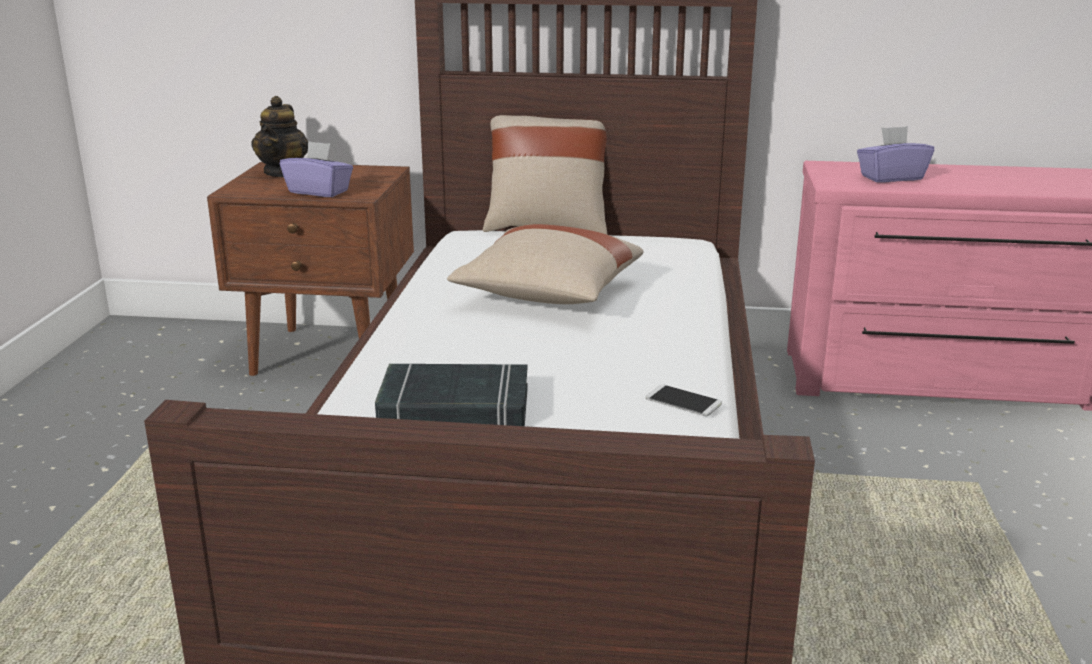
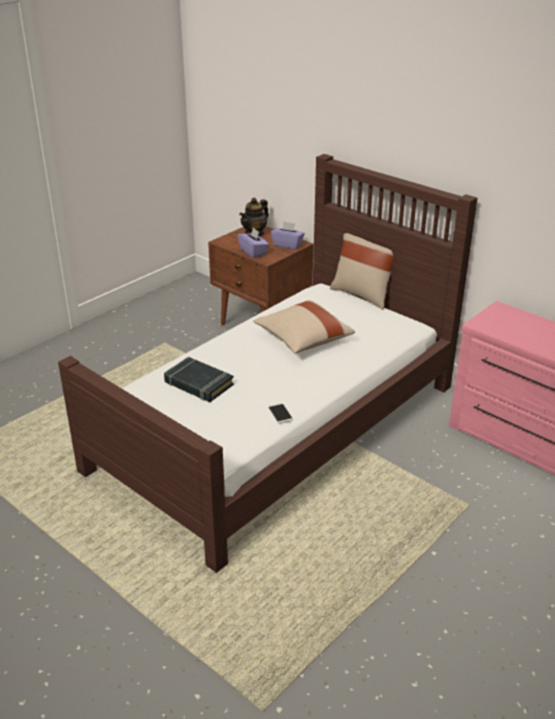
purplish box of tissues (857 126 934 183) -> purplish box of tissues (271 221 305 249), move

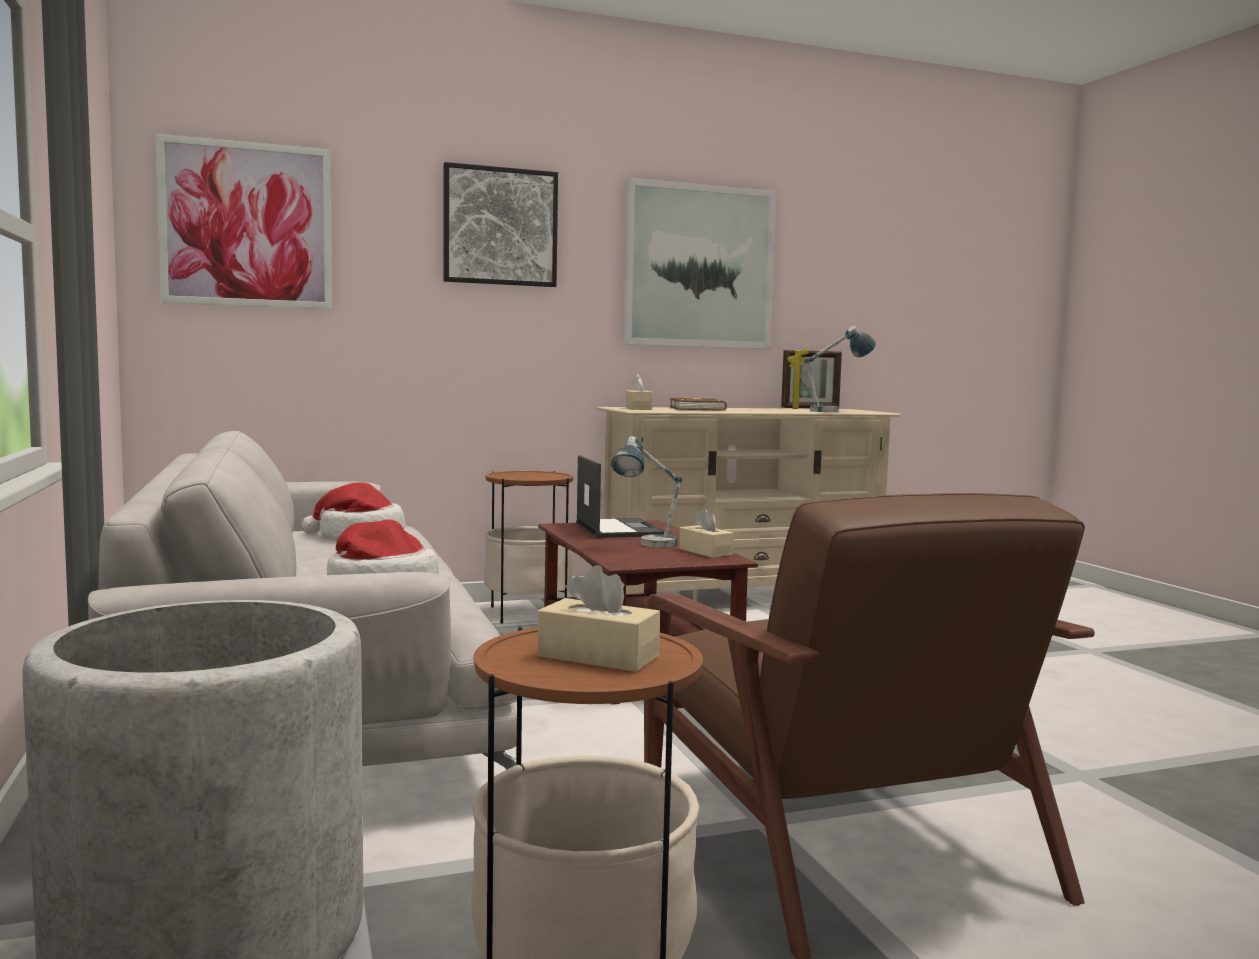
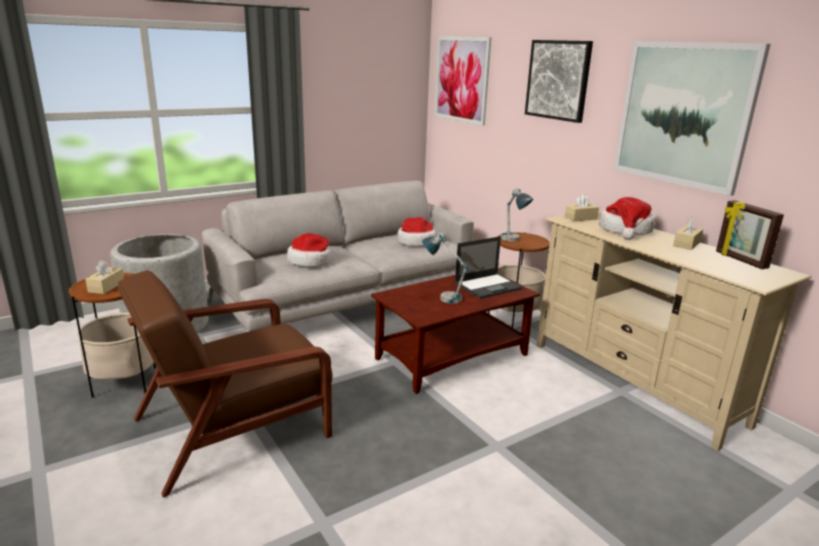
brownish bound book (670 397 727 411) -> wearable hat (599 197 655 240)
beige-coloured box of tissues (679 508 734 558) -> beige-coloured box of tissues (673 217 703 250), move
lamp for a table (804 326 876 412) -> lamp for a table (501 188 533 241), move

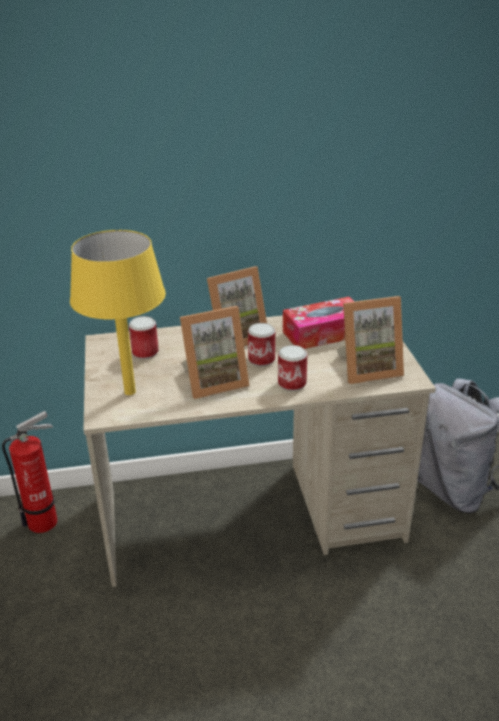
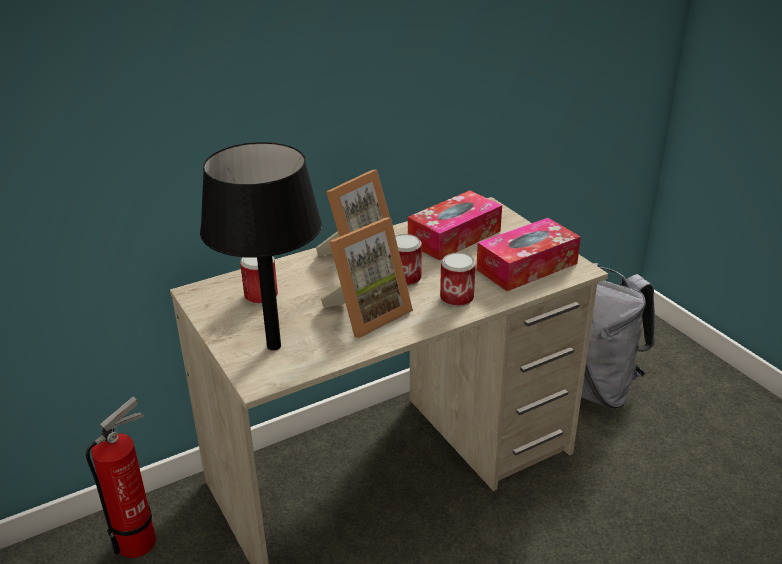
yellow-coloured lamp for a table (70 230 166 395) -> black-coloured lamp for a table (200 142 322 350)
picture frame (336 296 404 384) -> box of tissues (476 218 581 291)

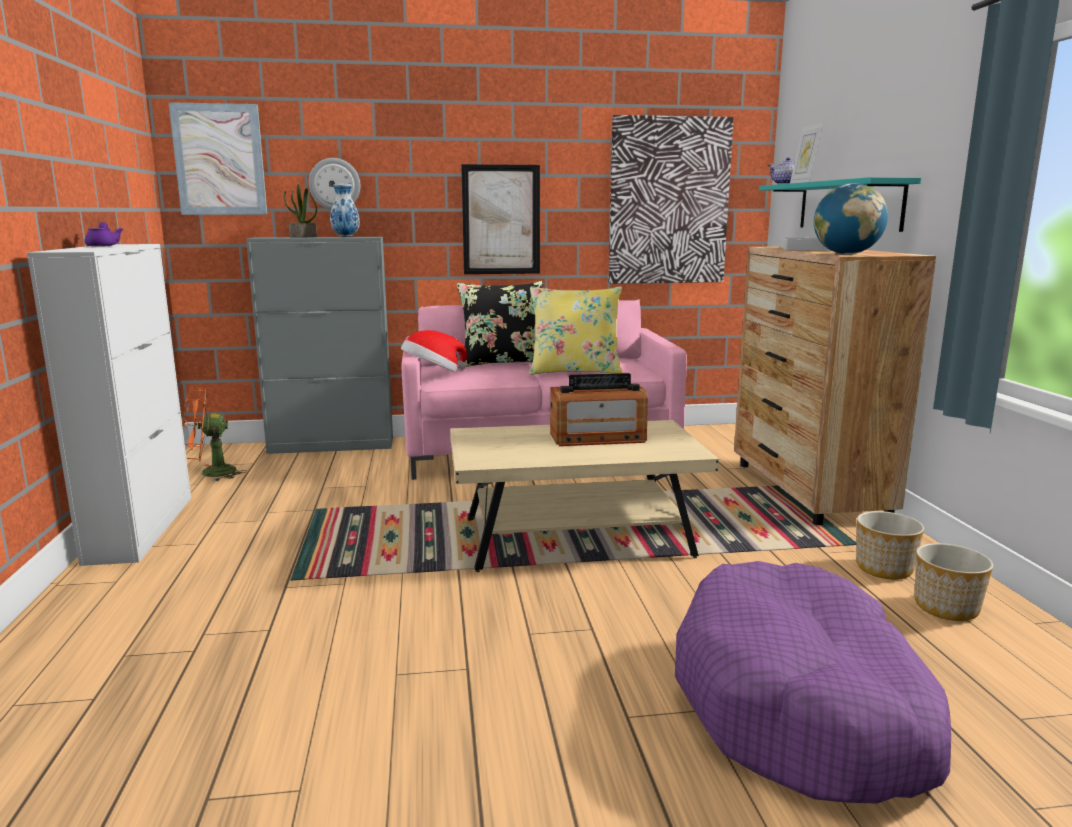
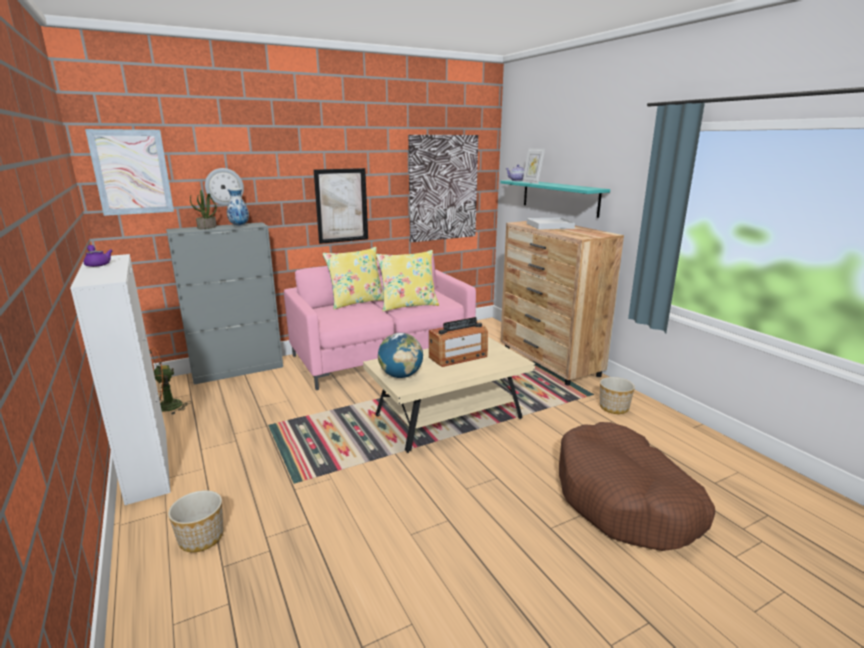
wearable hat (401 330 467 372) -> none
black-coloured pillow (457 281 543 367) -> yellow-coloured pillow (323 247 384 310)
purplish pet bed (675 561 951 804) -> brownish pet bed (559 422 715 551)
world globe (814 183 888 254) -> world globe (378 333 423 378), move
planter (915 543 993 621) -> planter (168 490 223 552), move

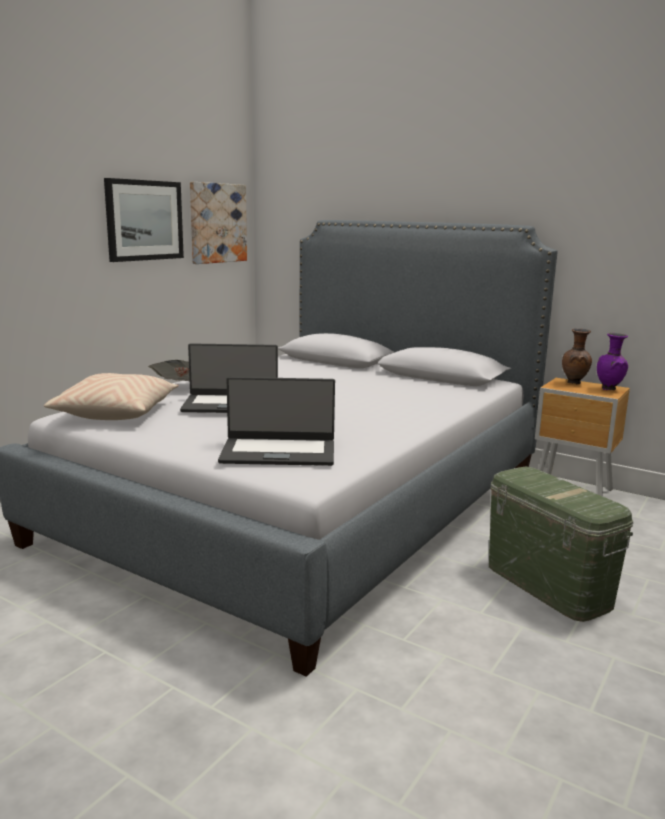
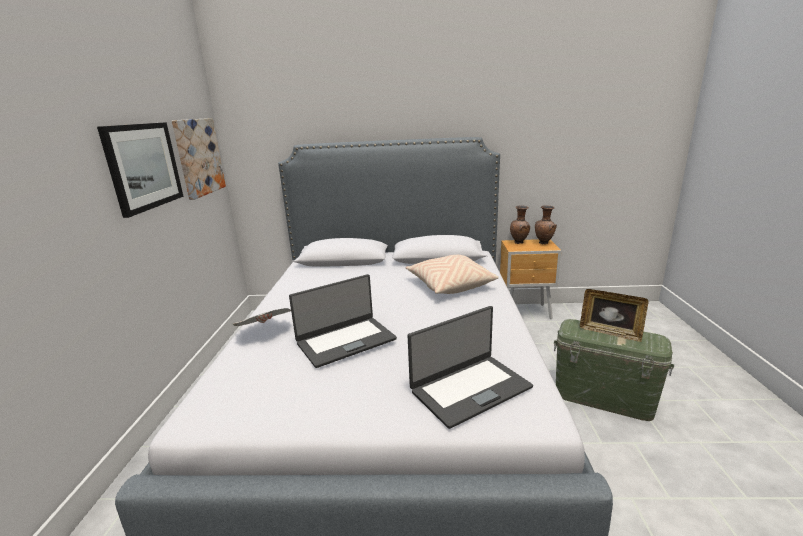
beige-coloured pillow (44 373 179 420) -> beige-coloured pillow (406 255 499 294), move
purplish vase (597 333 628 390) -> brownish vase (535 205 557 244)
none -> picture frame (580 289 649 342)

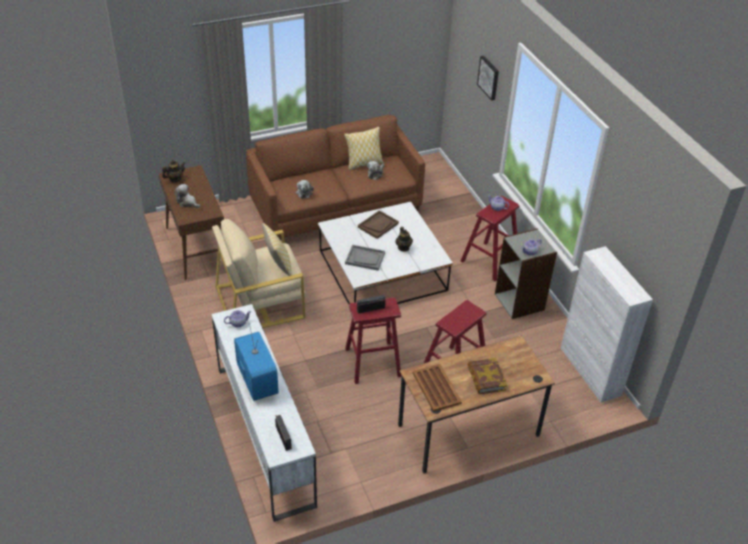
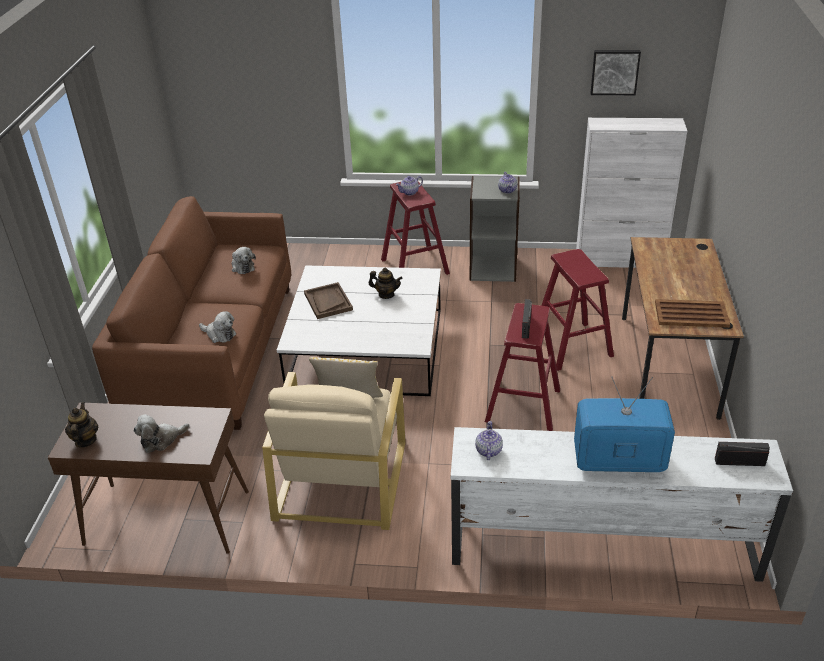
pillow (344 127 383 170) -> none
grey carrying tray (345 245 385 271) -> none
bound book (467 358 507 394) -> none
wall art (477 56 499 101) -> wall art (591 50 641 95), move

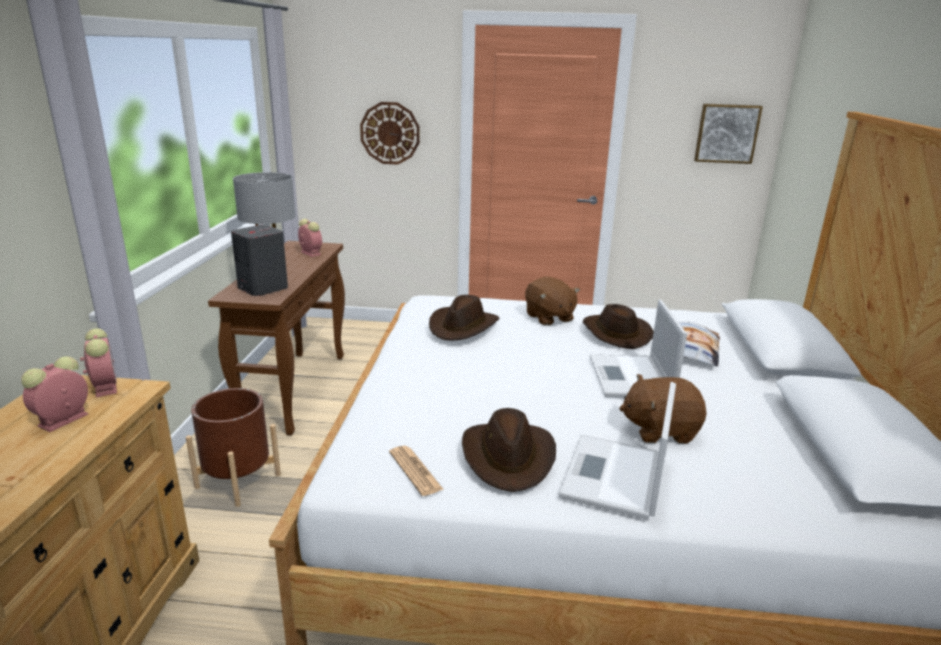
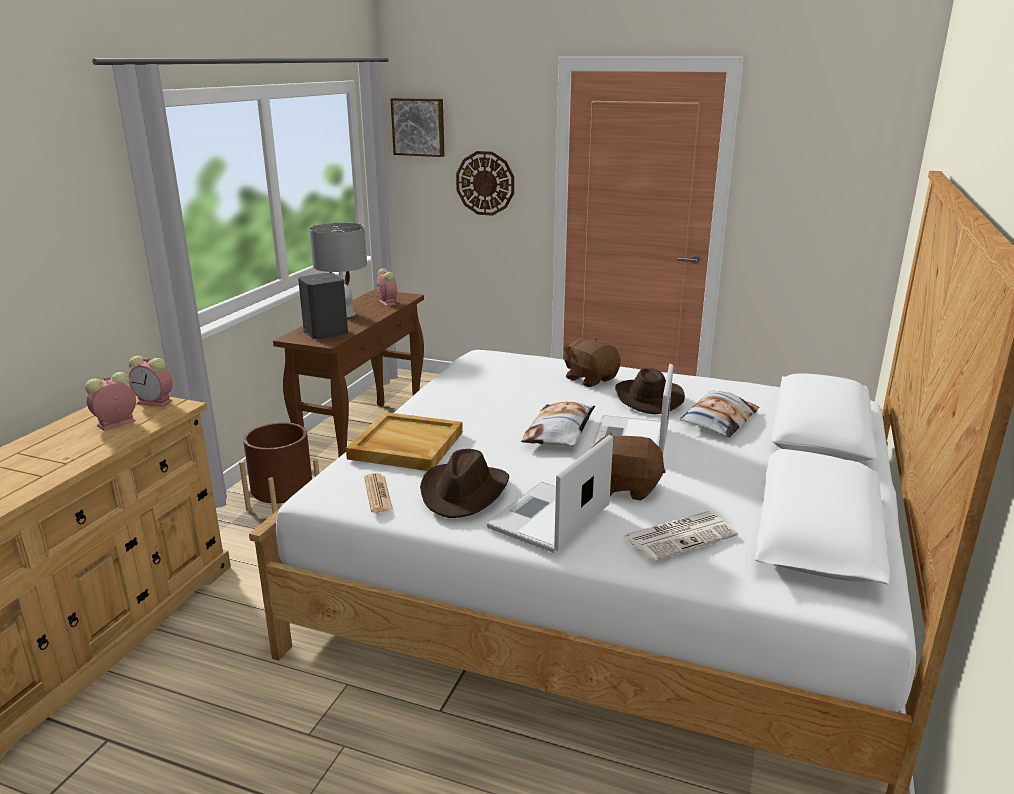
alarm clock (80 329 117 397) -> alarm clock (129 356 173 407), 120 degrees clockwise
brownish wearable hat (429 295 499 341) -> none
brownish plush toy (525 277 580 326) -> brownish plush toy (564 338 621 387), 150 degrees clockwise
wall art (694 104 763 164) -> wall art (390 98 444 157), move
none -> beige-coloured carrying tray (346 412 463 471)
none -> pillow (521 402 595 446)
none -> printed paper (623 511 738 561)

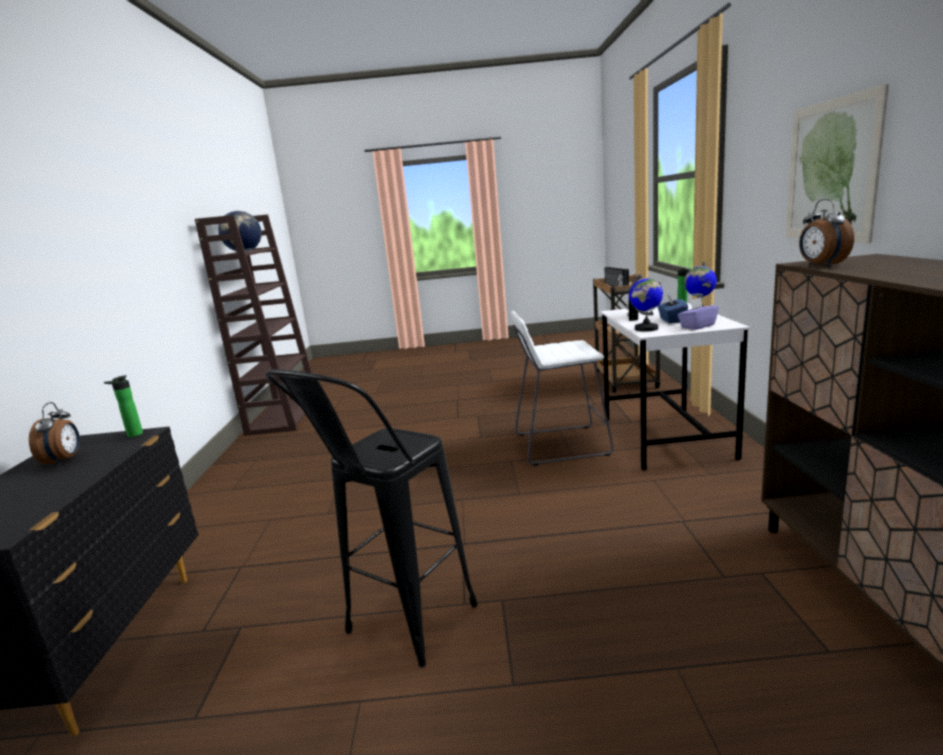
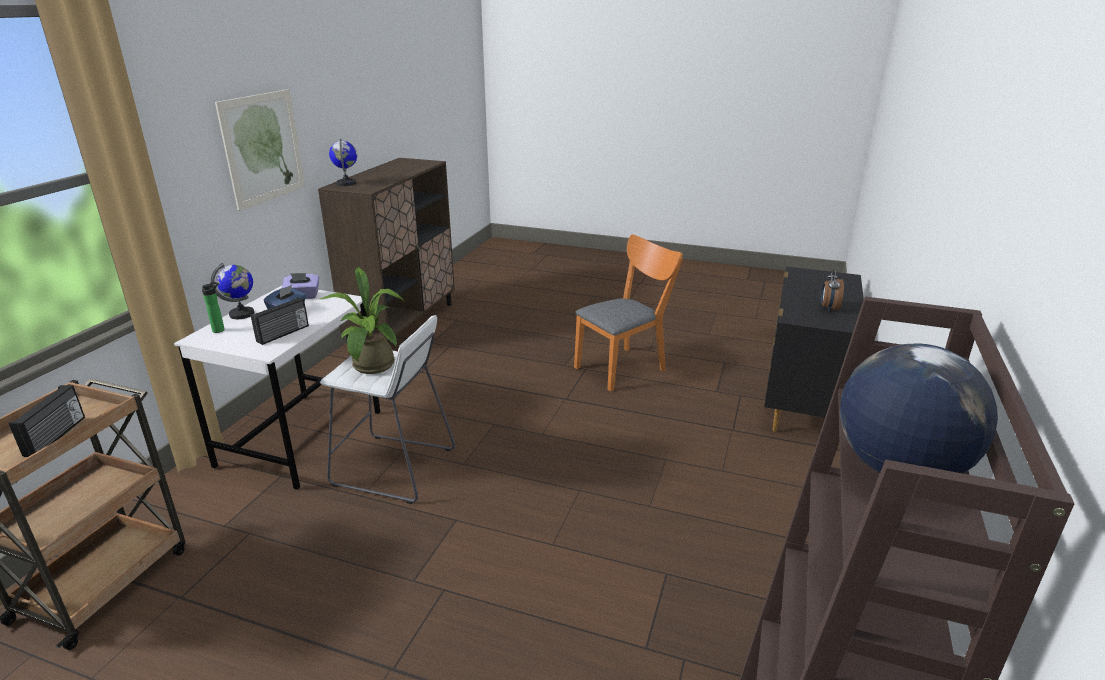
beverage bottle (104 375 143 437) -> none
black-coloured stool seat (266 369 478 668) -> orange-coloured plain chair (574 234 683 391)
world globe (629 274 663 332) -> world globe (329 139 357 186), move
alarm clock (799 199 854 267) -> none
none -> houseplant (320 267 405 374)

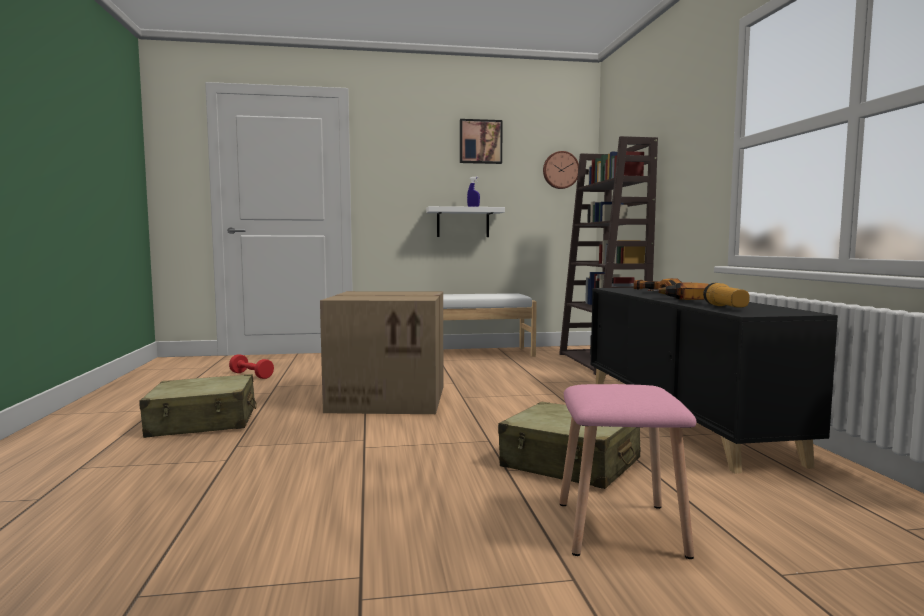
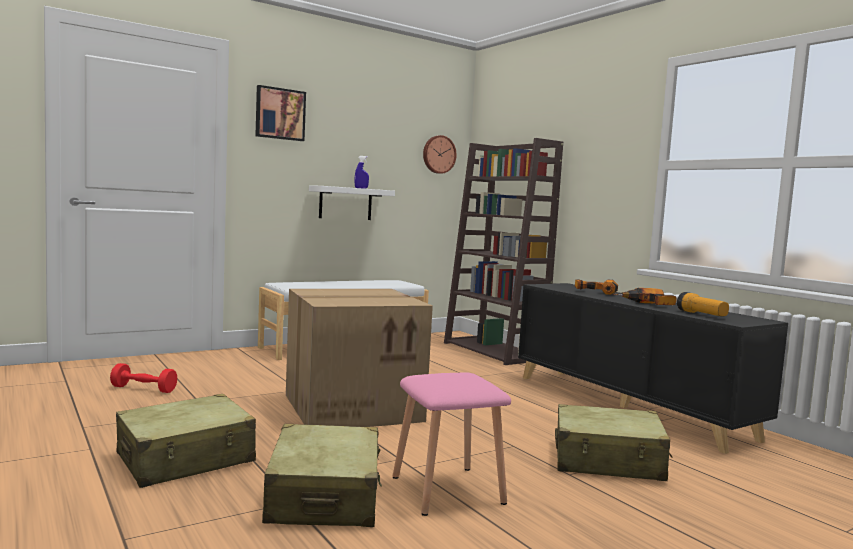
wall art (460 119 503 164) -> wall art (256 85 306 141), move
pinkish stool seat (559 384 697 559) -> pinkish stool seat (393 373 511 516), move
none -> beige-coloured suitcase (262 424 382 527)

